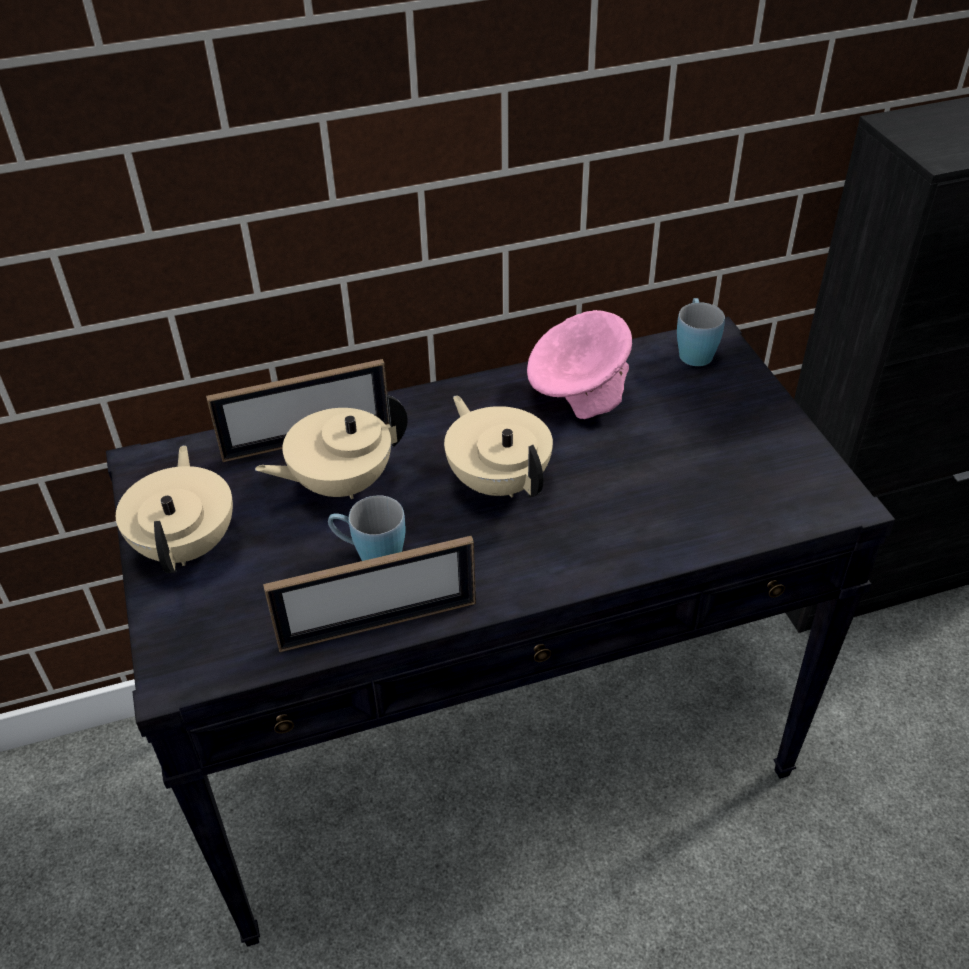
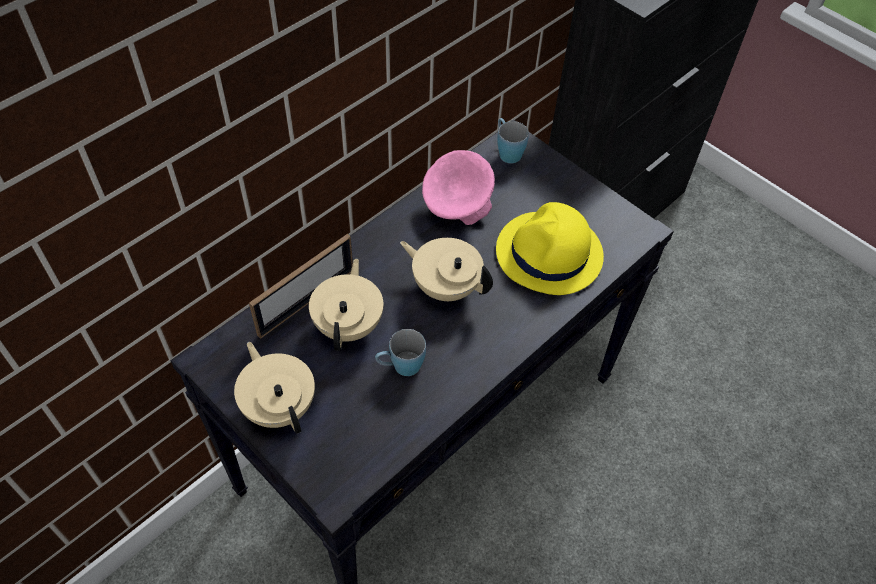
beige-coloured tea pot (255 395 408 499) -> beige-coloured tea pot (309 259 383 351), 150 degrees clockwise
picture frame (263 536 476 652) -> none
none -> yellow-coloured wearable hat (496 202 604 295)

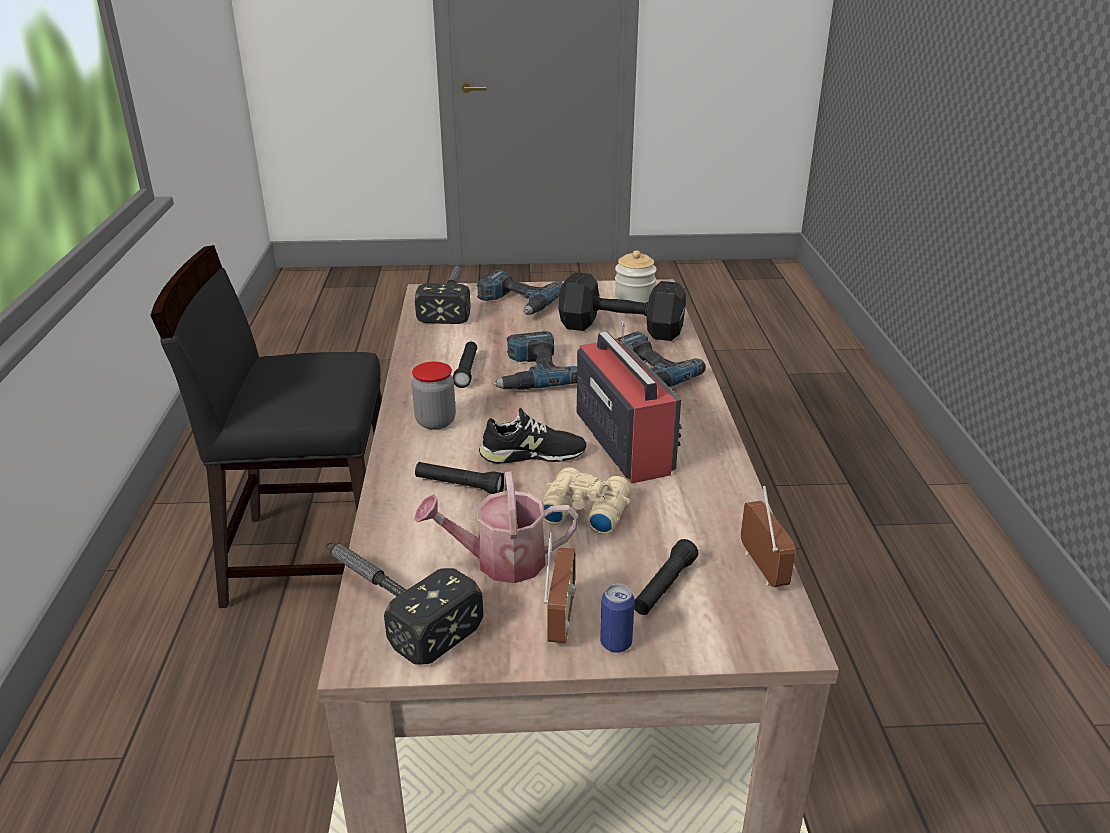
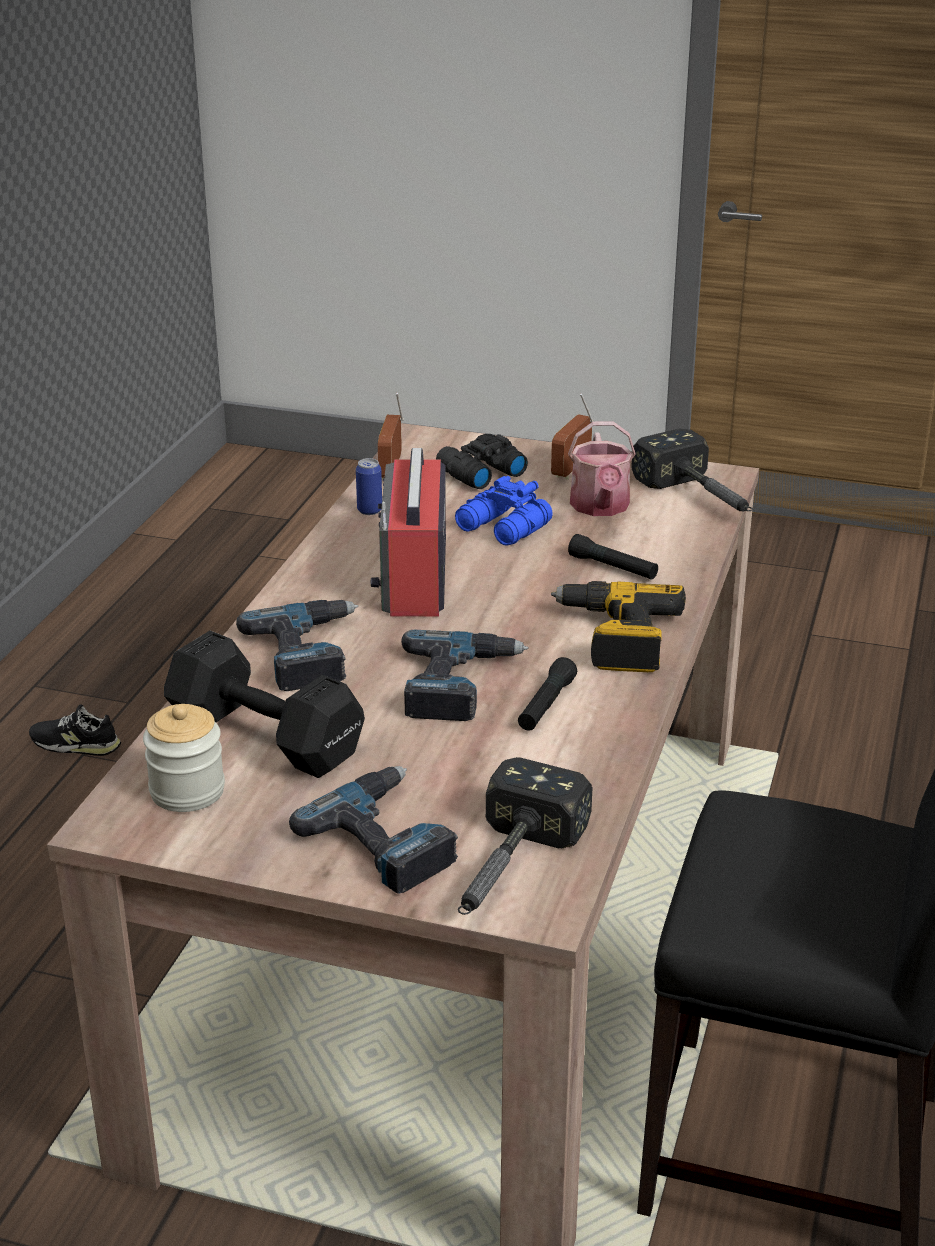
jar (412 362 456 430) -> drill (551 581 686 672)
watering can (414 471 579 583) -> watering can (568 421 636 516), 75 degrees clockwise
black-coloured item of footwear (479 408 586 464) -> black-coloured item of footwear (29 705 121 756), move
beige-coloured pair of binoculars (542 467 631 535) -> bluish pair of binoculars (455 476 553 546)
sealed can (600 584 635 653) -> sealed can (356 458 382 515), move
black-coloured flashlight (634 539 698 615) -> black-coloured pair of binoculars (436 434 528 489)

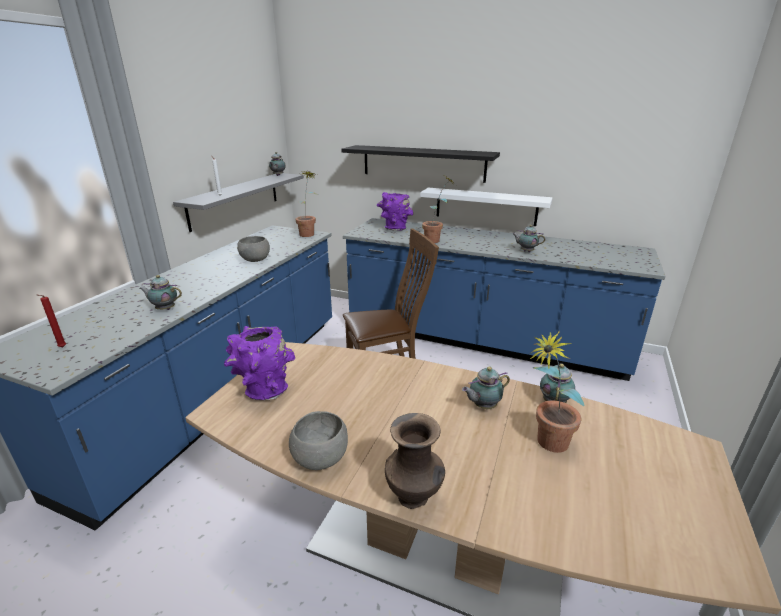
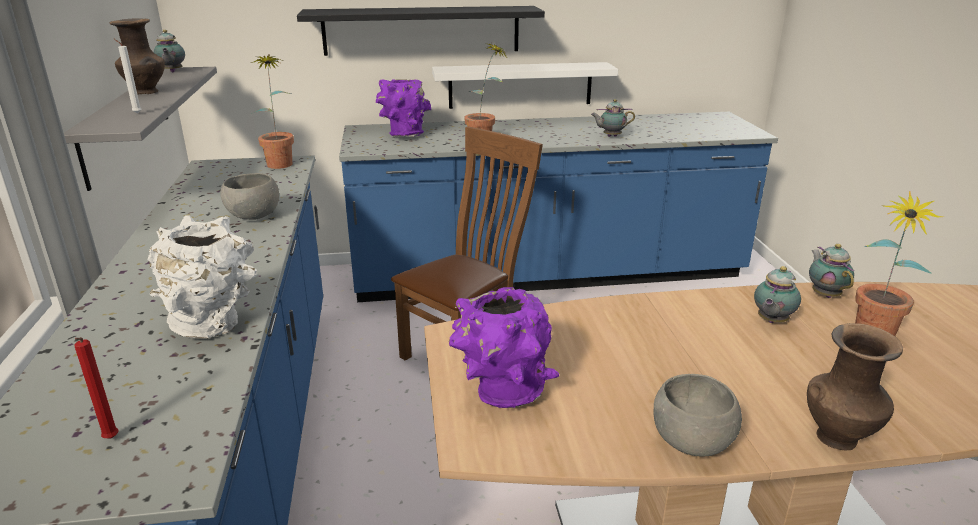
tea pot (139 275 182 310) -> white-coloured vase (148 215 257 339)
none -> brownish vase (110 18 165 94)

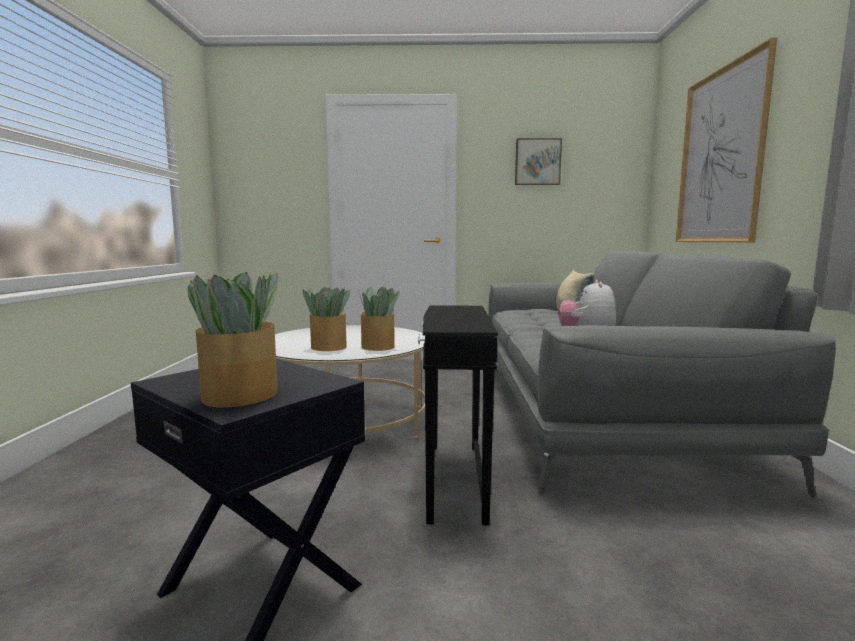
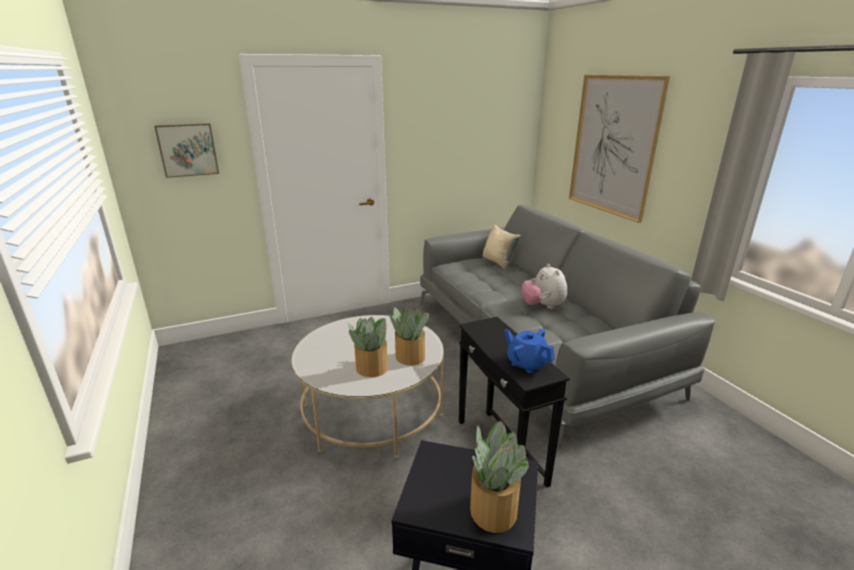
wall art (515 138 562 185) -> wall art (154 123 219 178), move
none -> bluish tea pot (504 329 555 373)

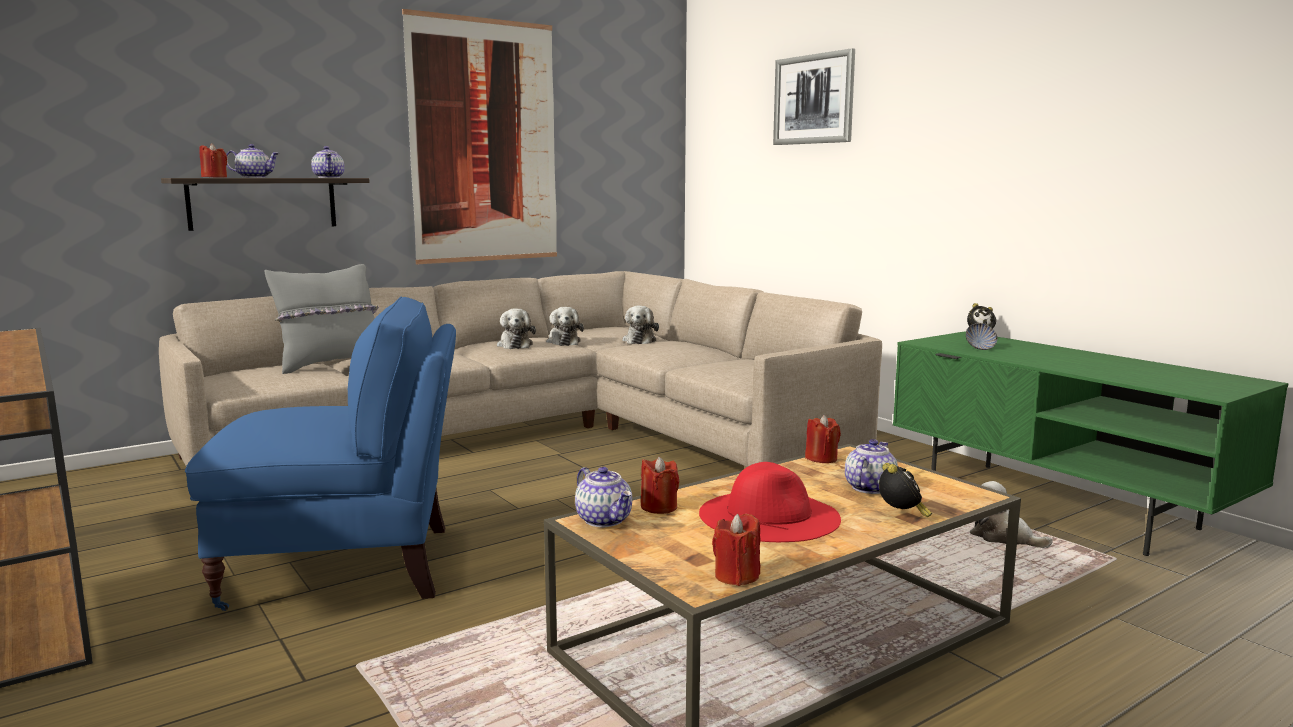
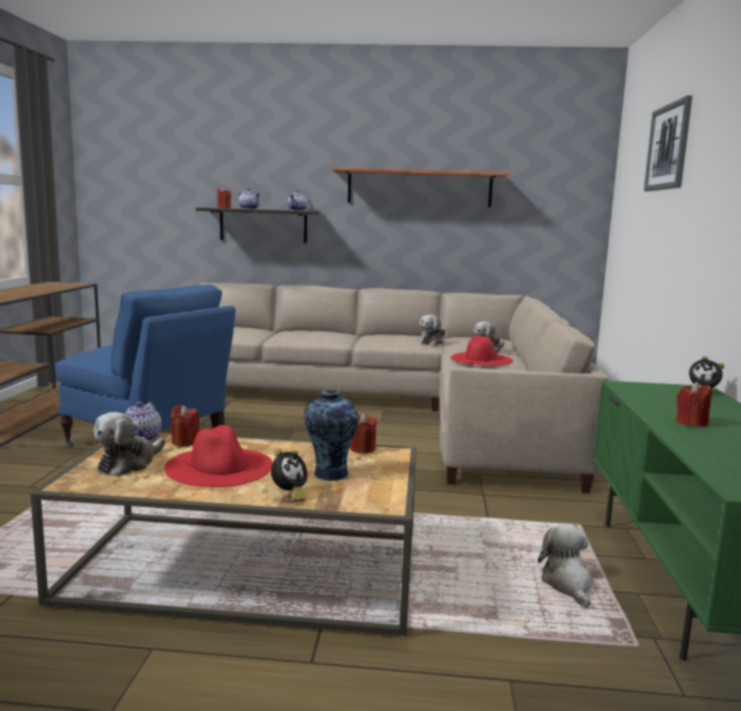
grey pillow (264 264 379 374) -> none
wall art (402 9 557 264) -> wall shelf (332 167 510 207)
plush toy (497 308 536 349) -> plush toy (93 412 165 476), move
red-coloured wax candle (712 514 760 586) -> red-coloured wax candle (676 382 712 427), move
tea pot (845 439 898 494) -> vase (304 389 358 481)
serving bowl (966 323 998 350) -> none
none -> red-coloured wearable hat (451 336 513 365)

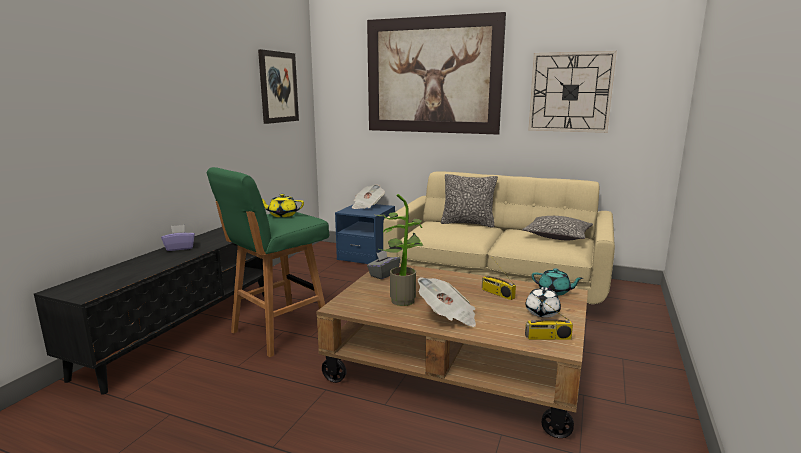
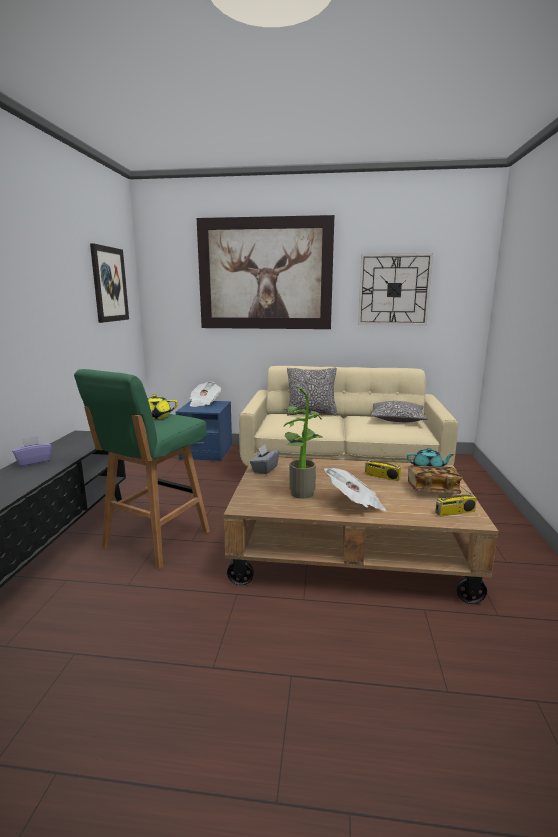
white-coloured tea pot (526 287 561 318) -> bound book (408 466 463 494)

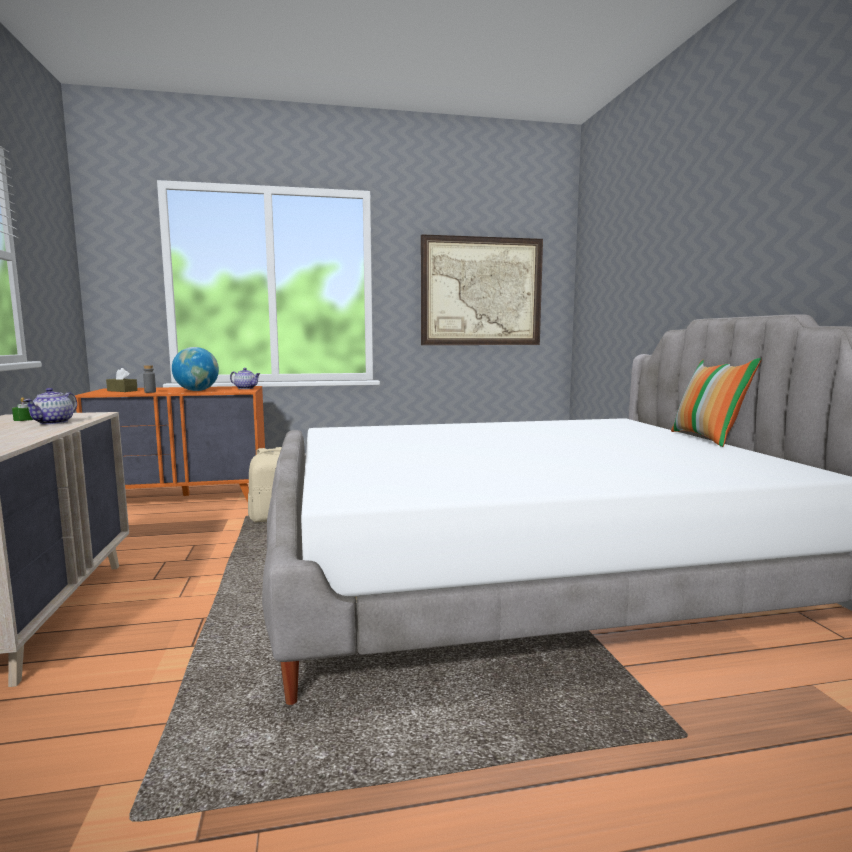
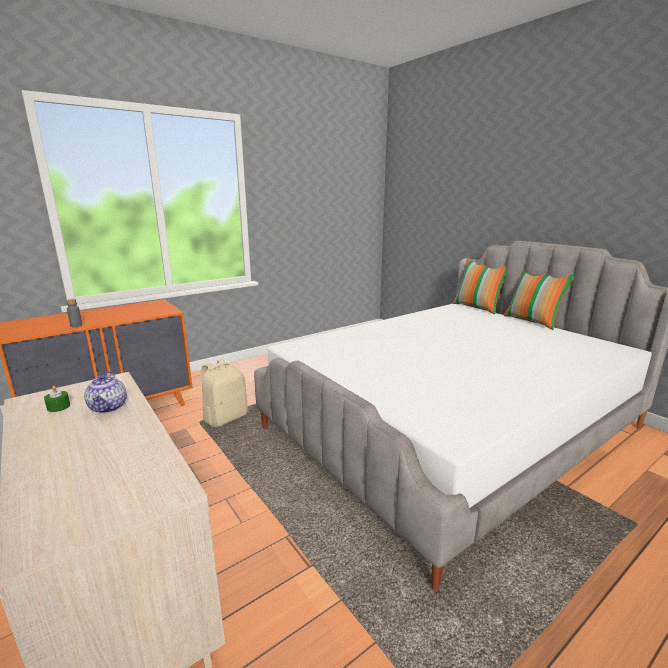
brownish box of tissues (106 368 138 392) -> none
world globe (172 347 219 391) -> none
tea pot (230 368 260 389) -> none
wall art (421 234 543 345) -> none
none -> pillow (453 258 507 314)

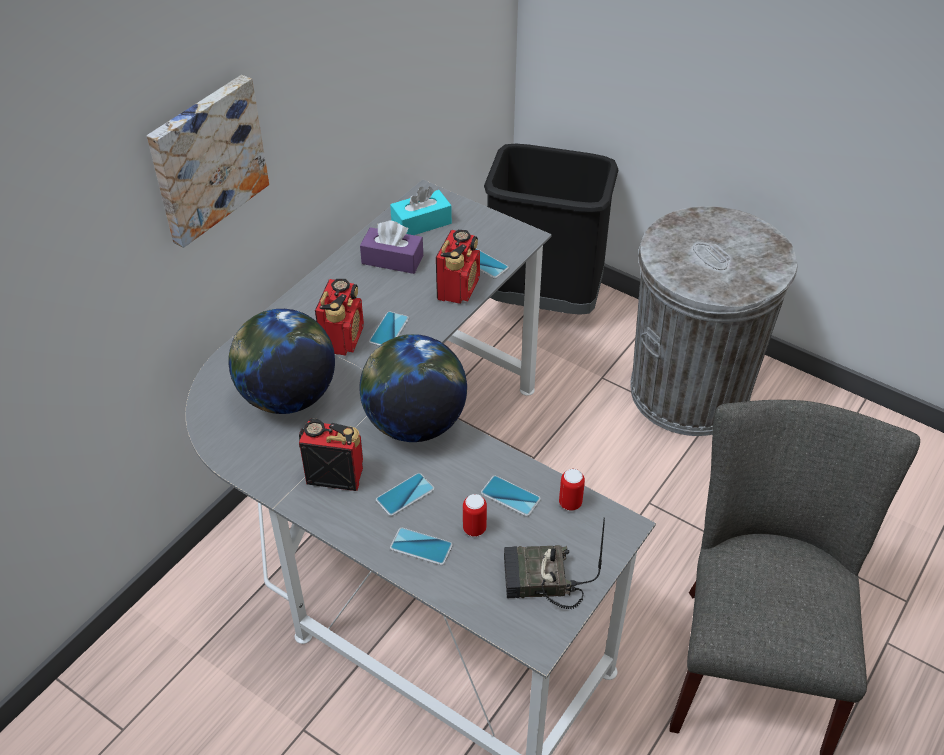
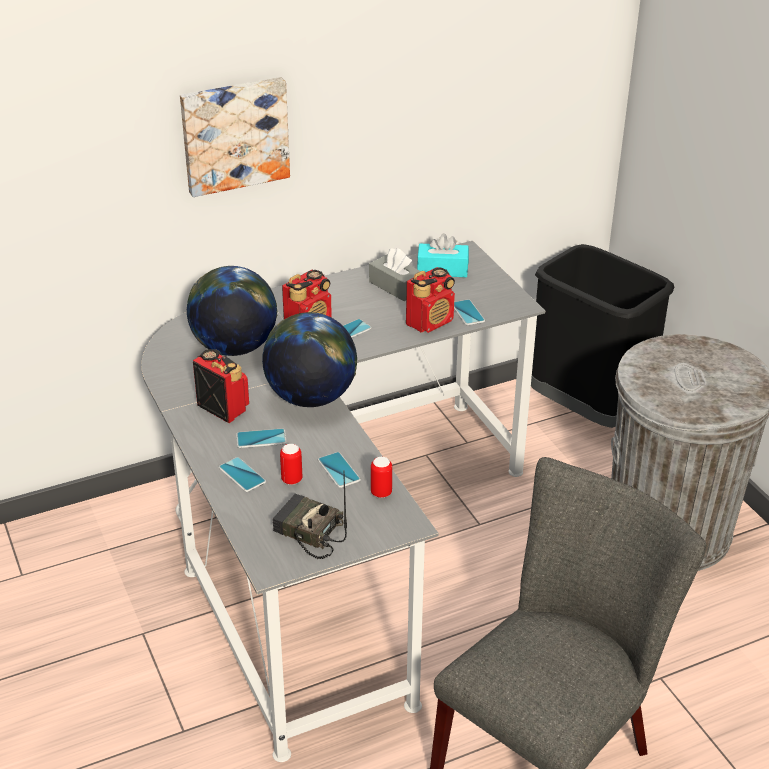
purplish box of tissues (360 220 423 274) -> grey box of tissues (369 248 420 301)

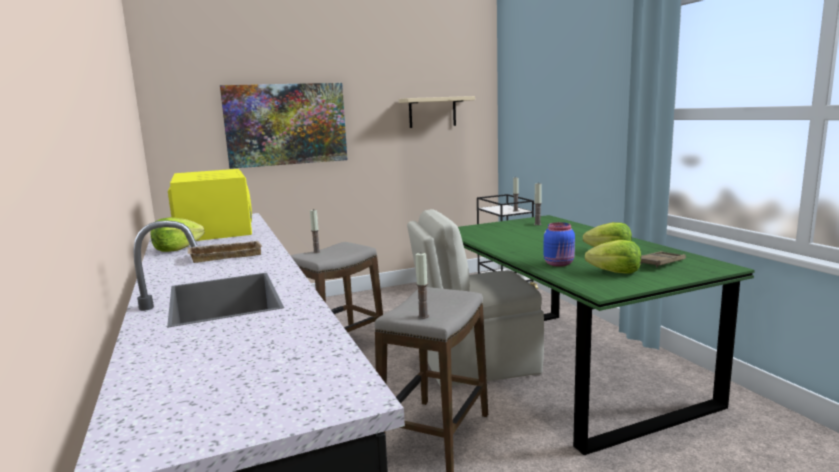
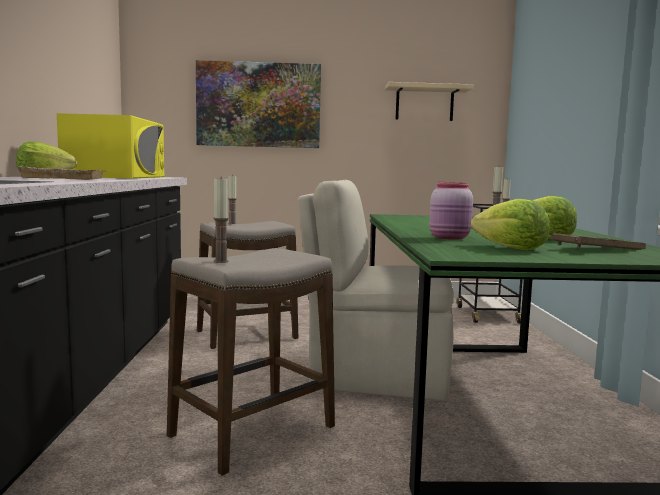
bluish jar (543 222 575 267) -> pinkish jar (429 182 473 240)

